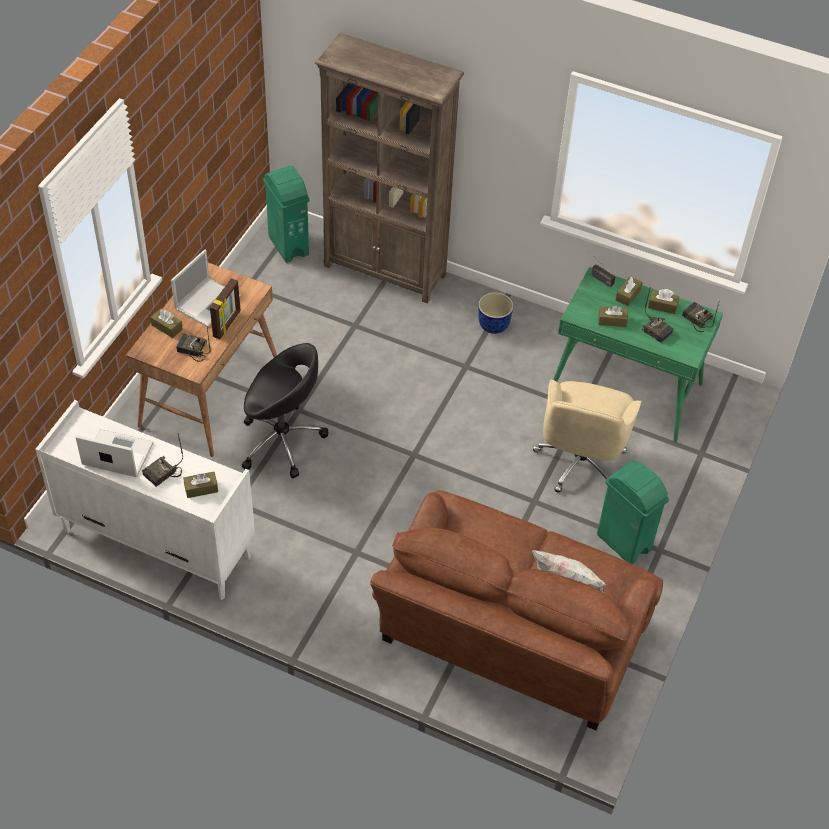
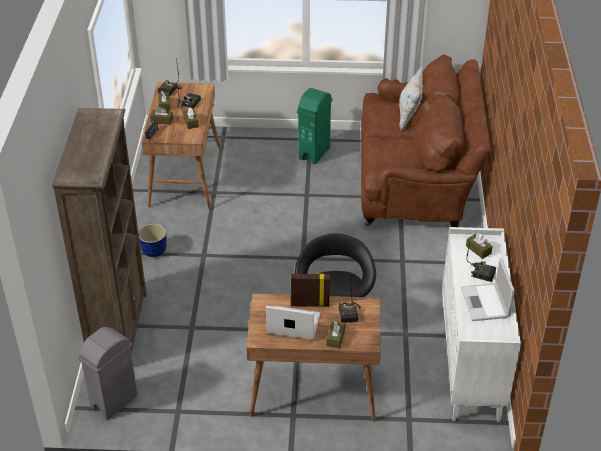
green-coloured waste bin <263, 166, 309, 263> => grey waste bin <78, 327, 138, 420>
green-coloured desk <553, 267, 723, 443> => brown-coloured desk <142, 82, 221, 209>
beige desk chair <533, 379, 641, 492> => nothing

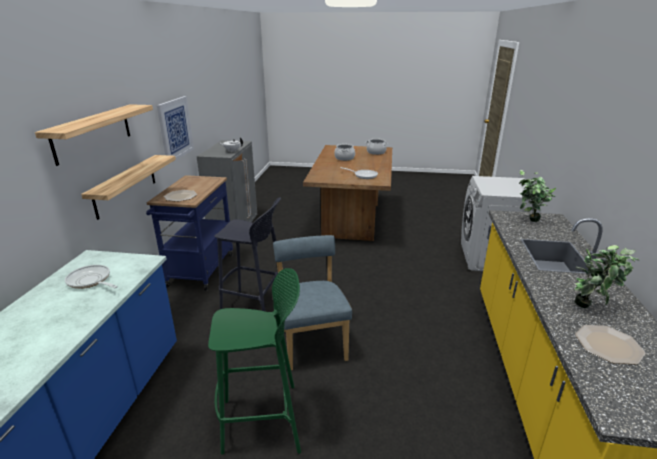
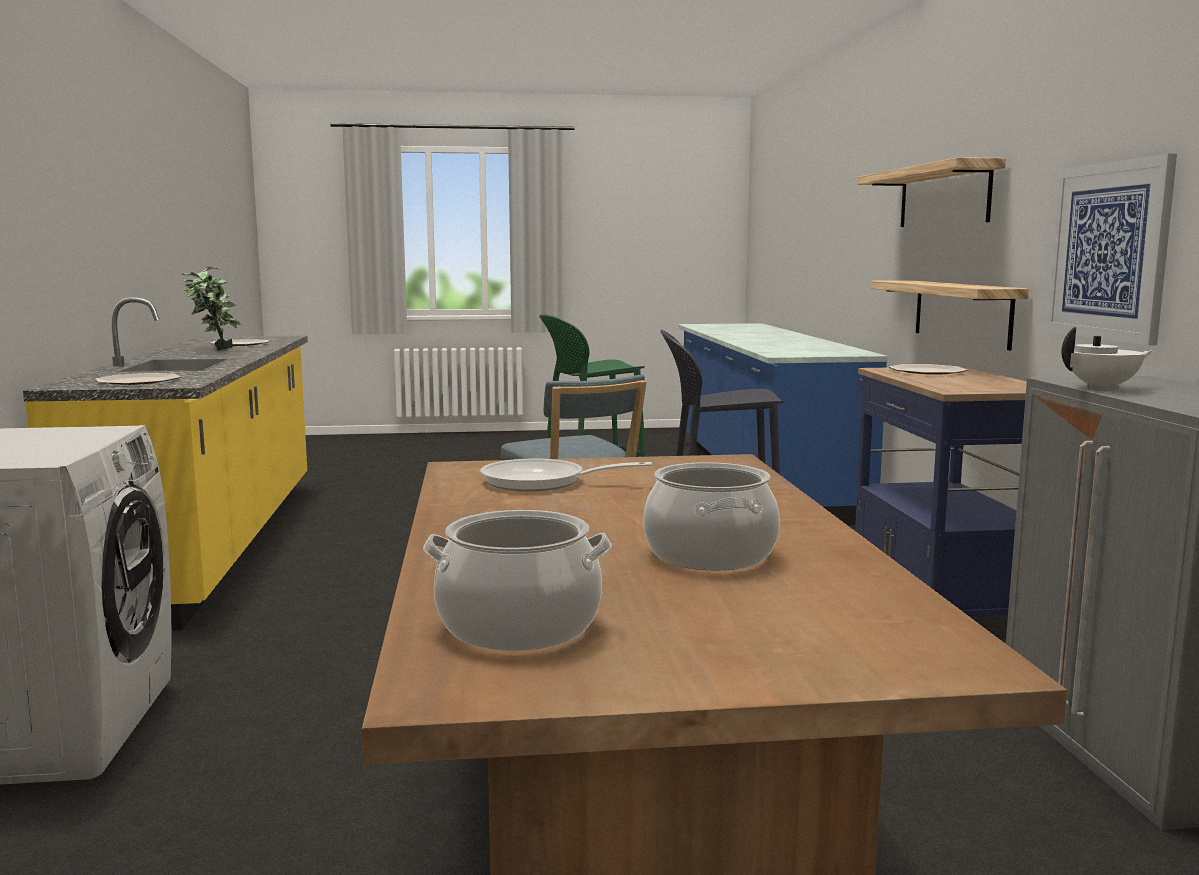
potted plant <519, 170, 556, 222> => plate <95, 373, 181, 385>
frying pan <65, 265, 118, 289> => nothing

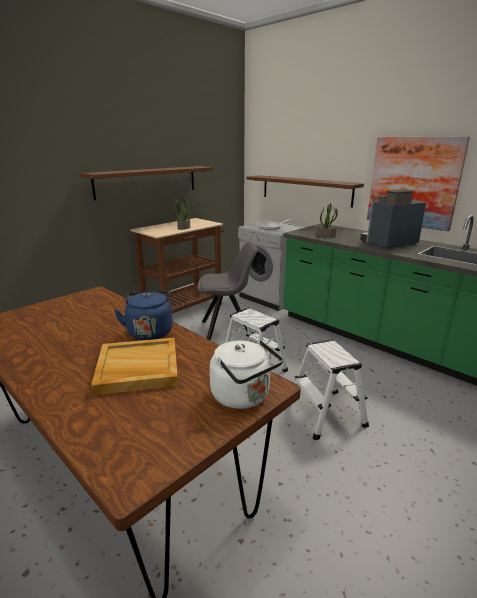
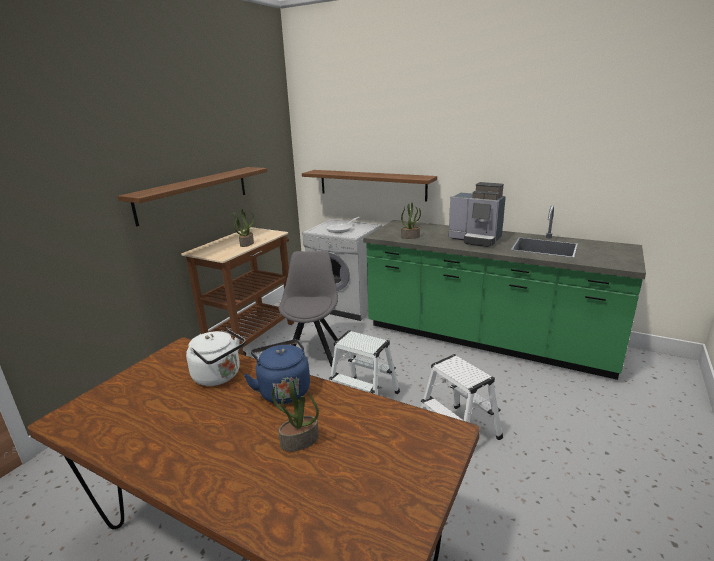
white-coloured tea kettle <210, 340, 283, 409> => white-coloured tea kettle <186, 329, 246, 386>, relocated
beige tray <91, 338, 178, 395> => potted plant <272, 381, 319, 452>
grey upright chair <197, 241, 258, 340> => grey upright chair <278, 251, 338, 367>, 60 degrees counterclockwise
coffee maker <360, 190, 426, 249> => coffee maker <449, 182, 506, 247>, 105 degrees counterclockwise
picture <367, 136, 470, 231> => nothing

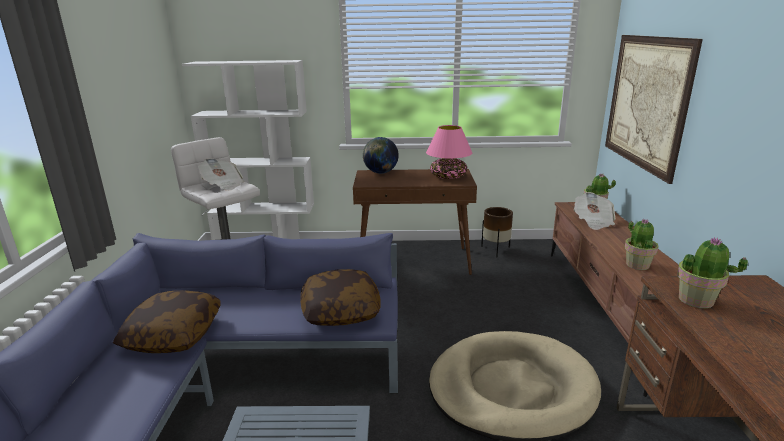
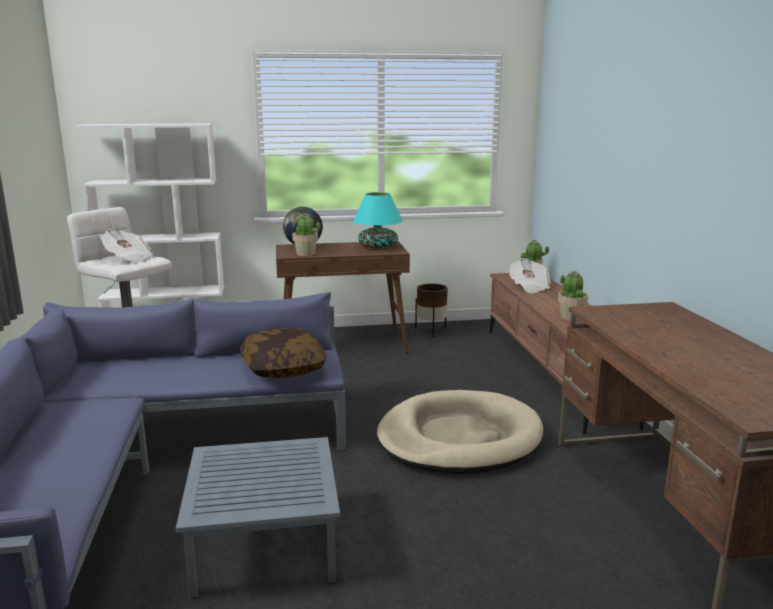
potted plant <677, 237, 748, 308> => potted plant <292, 213, 320, 256>, relocated
pink table lamp <426, 125, 472, 179> => turquoise table lamp <353, 192, 403, 249>
throw pillow <113, 290, 220, 353> => nothing
picture <605, 35, 703, 184> => nothing

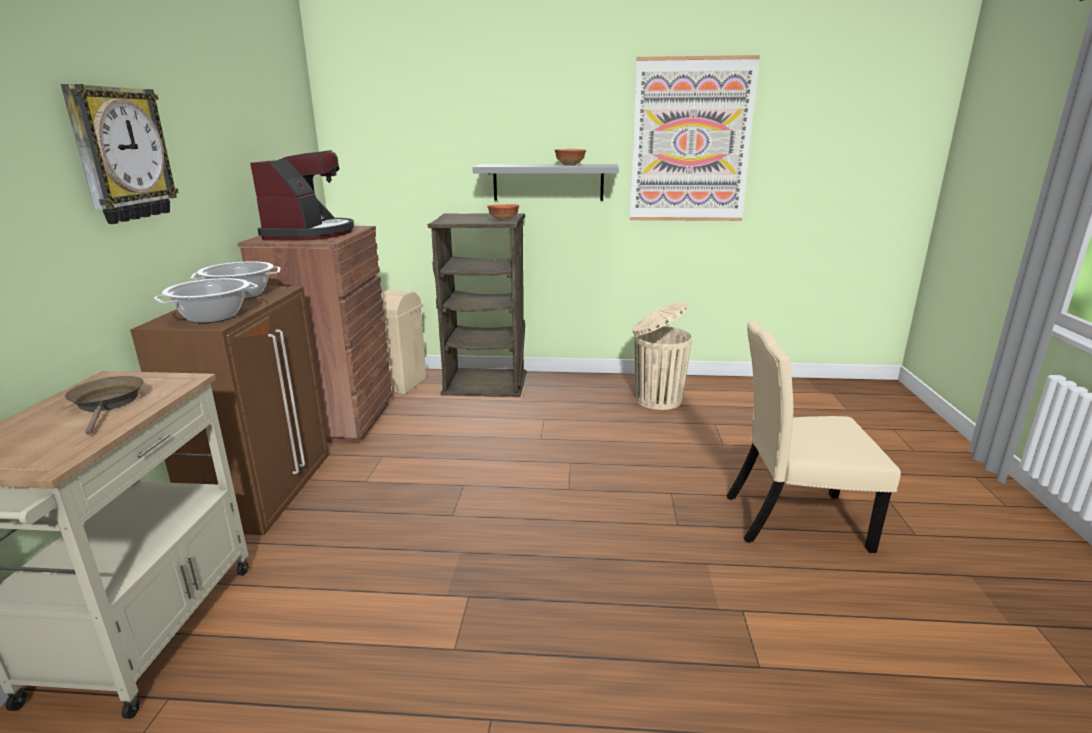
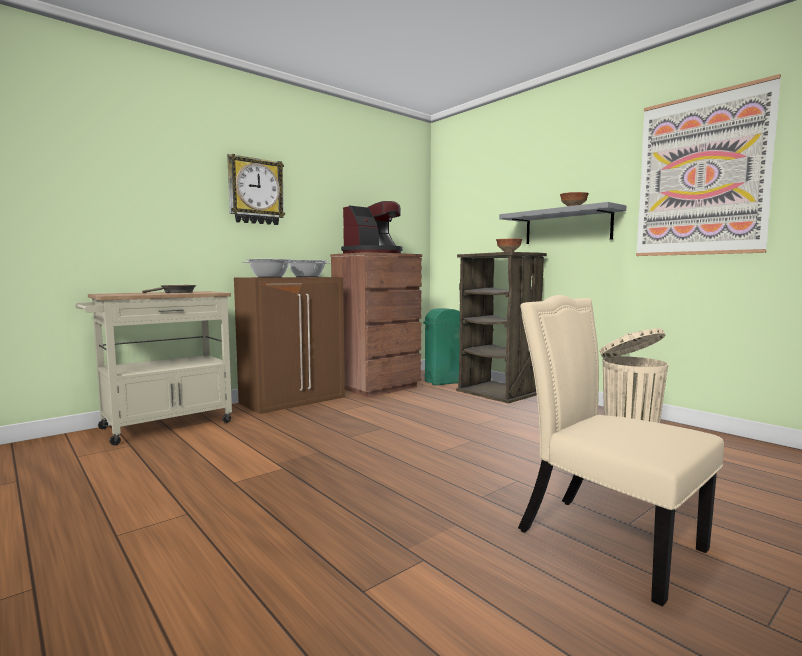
beige waste bin <380, 290, 427, 395> => green-coloured waste bin <423, 308, 460, 386>

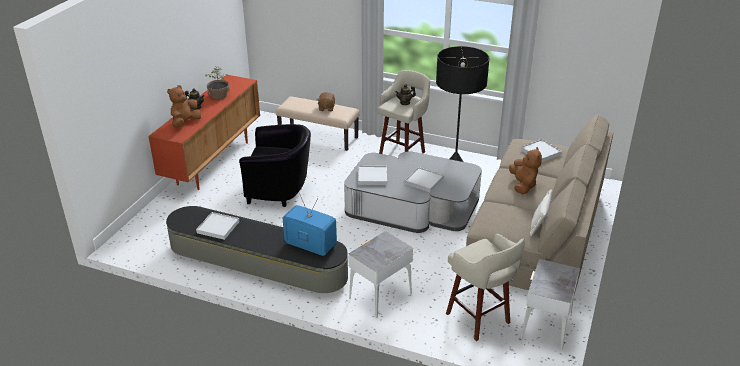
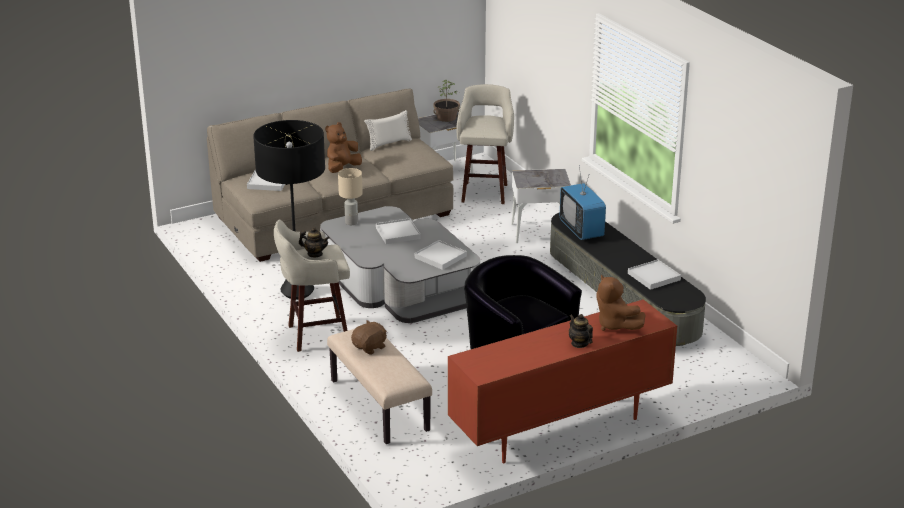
nothing => beige table lamp <338, 168, 363, 225>
potted plant <205, 66, 230, 99> => potted plant <433, 80, 460, 122>, relocated
brown-coloured cuddly toy <167, 85, 201, 128> => brown-coloured cuddly toy <596, 275, 646, 331>, 75 degrees clockwise

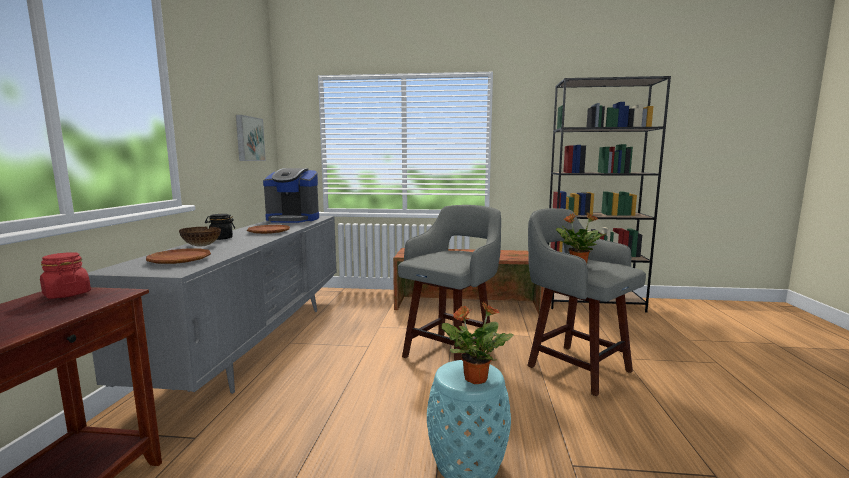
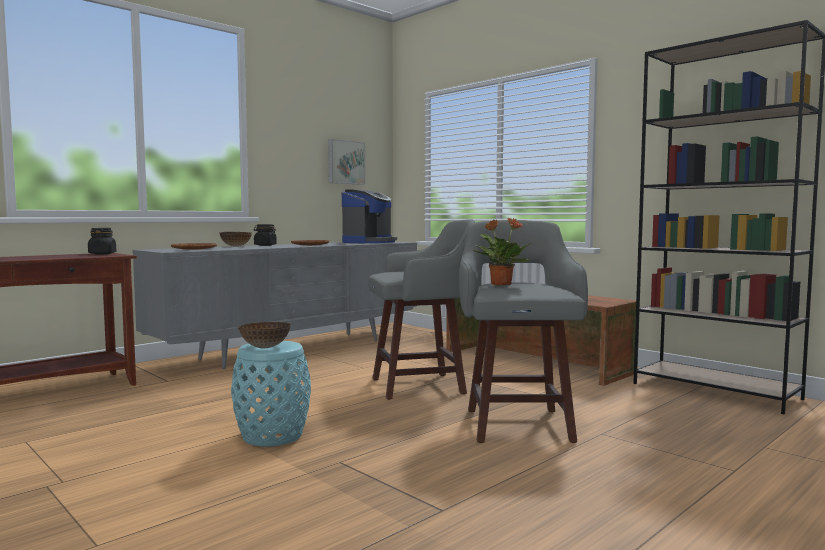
red-coloured storage jar <40, 252, 91, 299> => blackish storage jar <88, 228, 116, 254>
potted plant <442, 303, 514, 384> => deep dish <238, 322, 290, 348>
coffee maker <263, 168, 319, 223> => coffee maker <342, 189, 397, 243>, 105 degrees counterclockwise

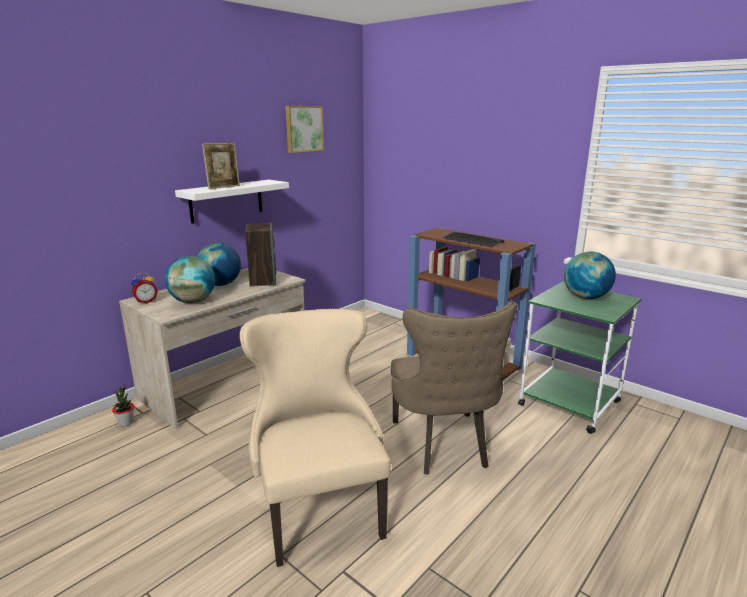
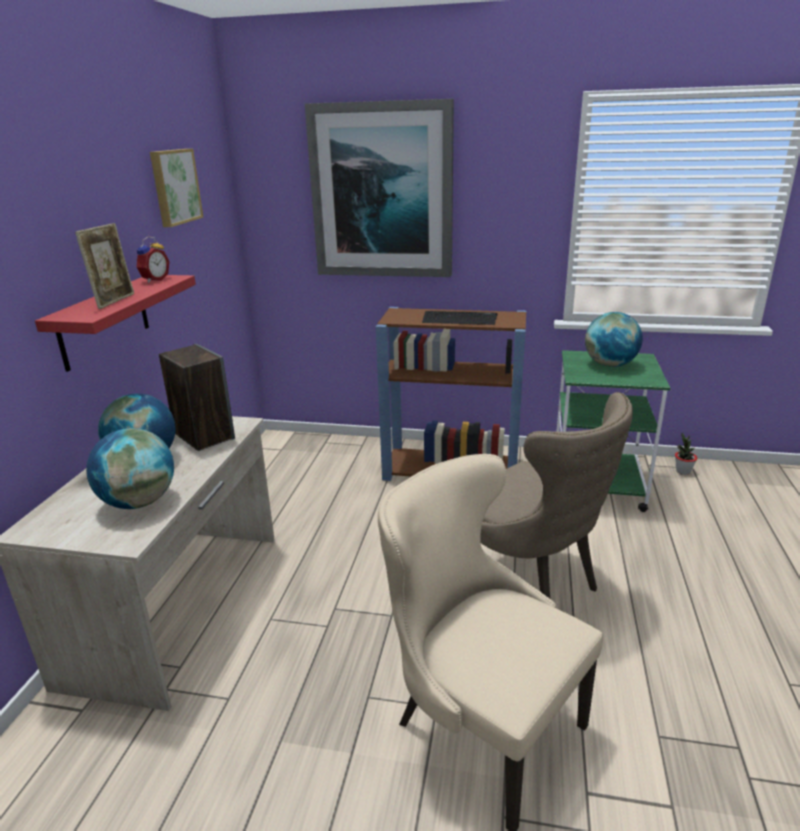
white-coloured wall shelf <175, 180, 289, 224> => red-coloured wall shelf <35, 275, 196, 372>
alarm clock <131, 272, 158, 304> => alarm clock <136, 236, 169, 283>, relocated
nothing => picture <305, 99, 454, 277>
potted plant <112, 384, 134, 426> => potted plant <675, 433, 697, 475>, relocated

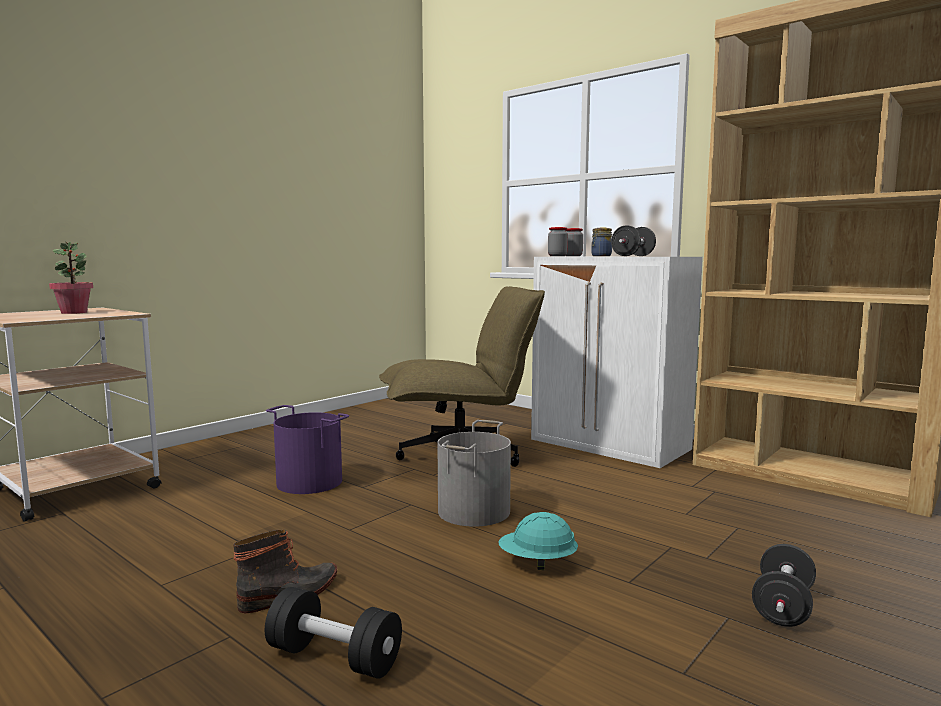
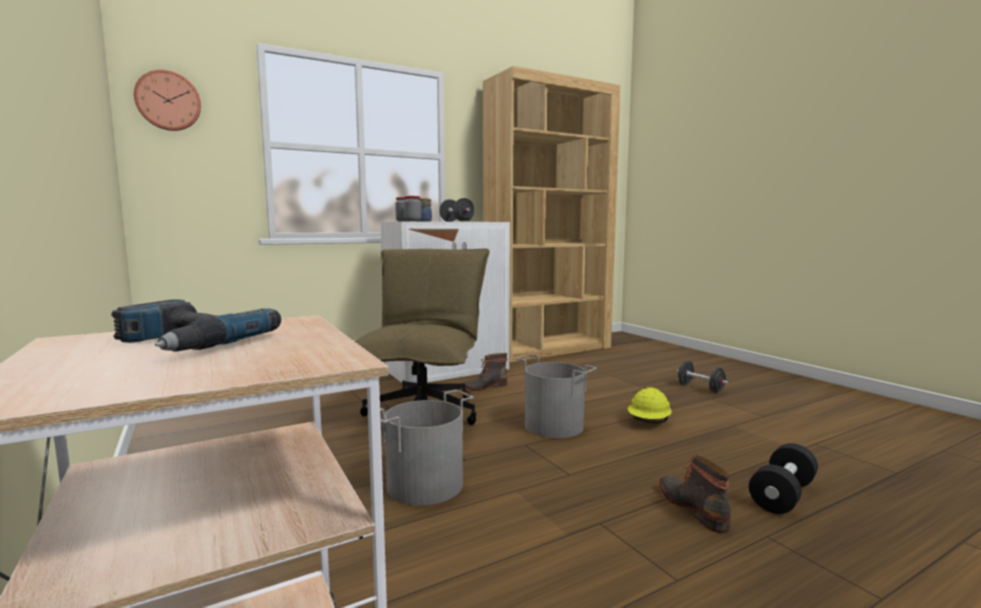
potted plant <49, 242, 93, 314> => electric drill <111, 299, 281, 352>
nothing => clock on the wall <134, 70, 201, 131>
purple pail <266, 405, 349, 494> => grey pail <380, 390, 474, 505>
nothing => boot <464, 353, 507, 391>
turquoise work helmet <498, 512, 578, 570> => yellowish work helmet <627, 387, 672, 423>

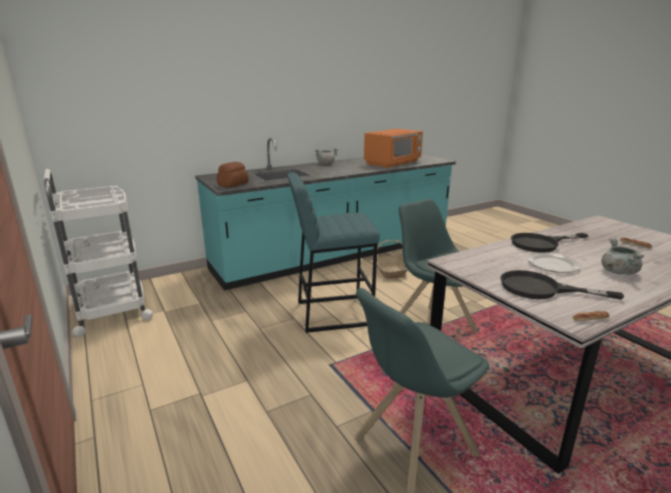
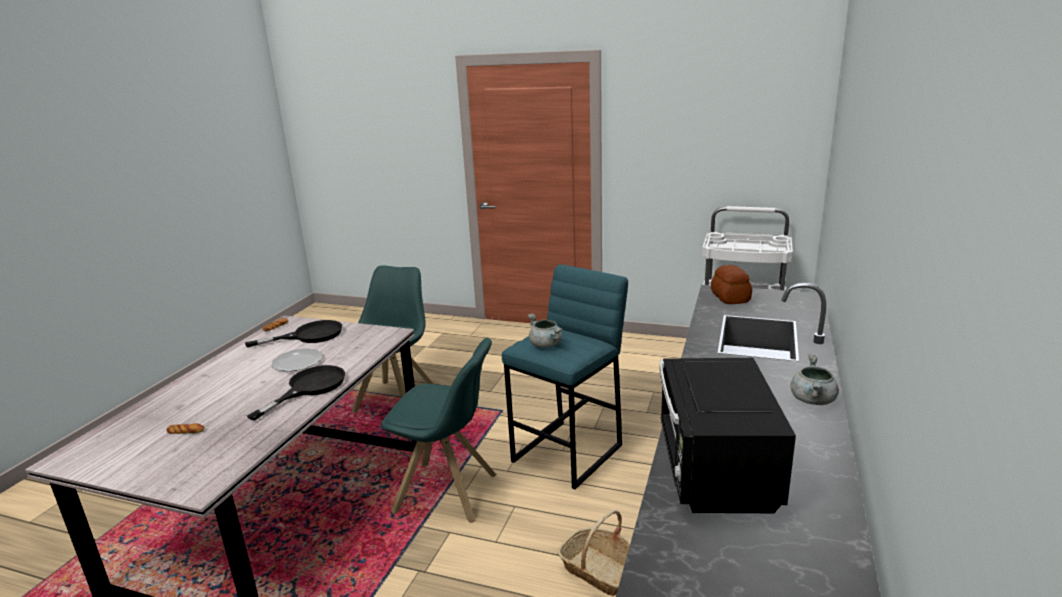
grey stockpot <601, 238, 644, 275> => grey stockpot <528, 314, 563, 348>, relocated
orange microwave oven <364, 129, 423, 168> => blackish microwave oven <660, 358, 796, 514>

